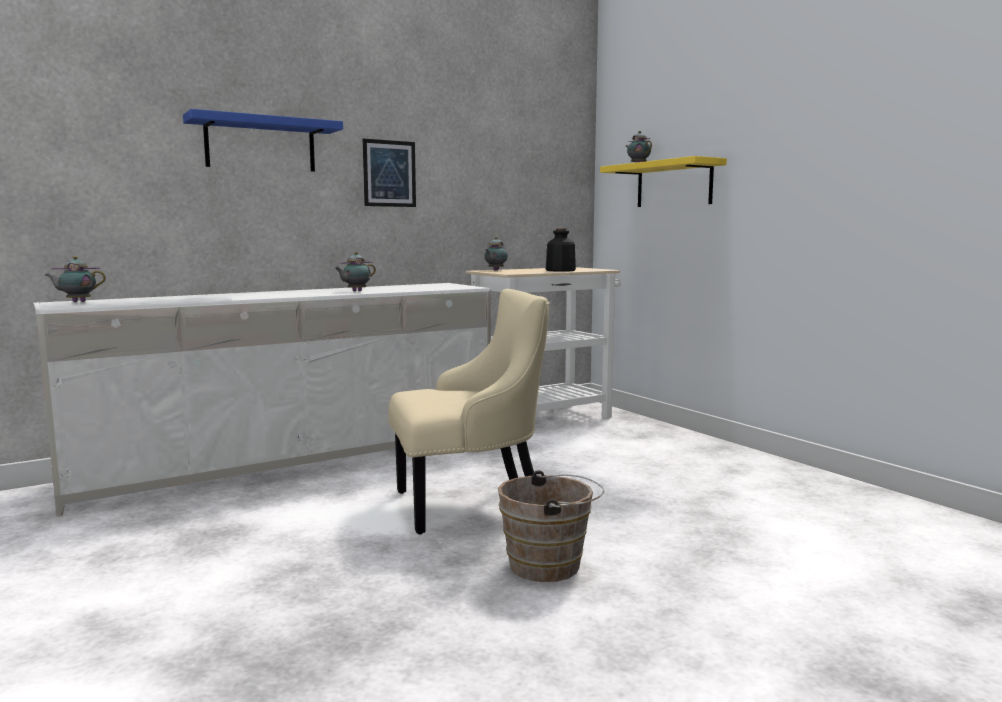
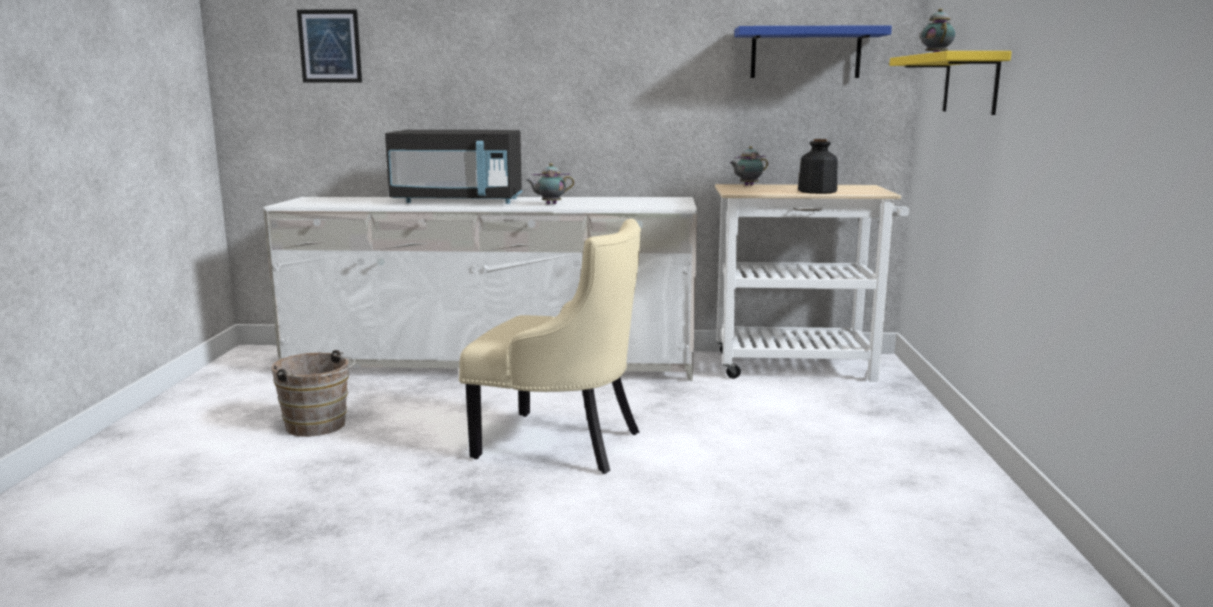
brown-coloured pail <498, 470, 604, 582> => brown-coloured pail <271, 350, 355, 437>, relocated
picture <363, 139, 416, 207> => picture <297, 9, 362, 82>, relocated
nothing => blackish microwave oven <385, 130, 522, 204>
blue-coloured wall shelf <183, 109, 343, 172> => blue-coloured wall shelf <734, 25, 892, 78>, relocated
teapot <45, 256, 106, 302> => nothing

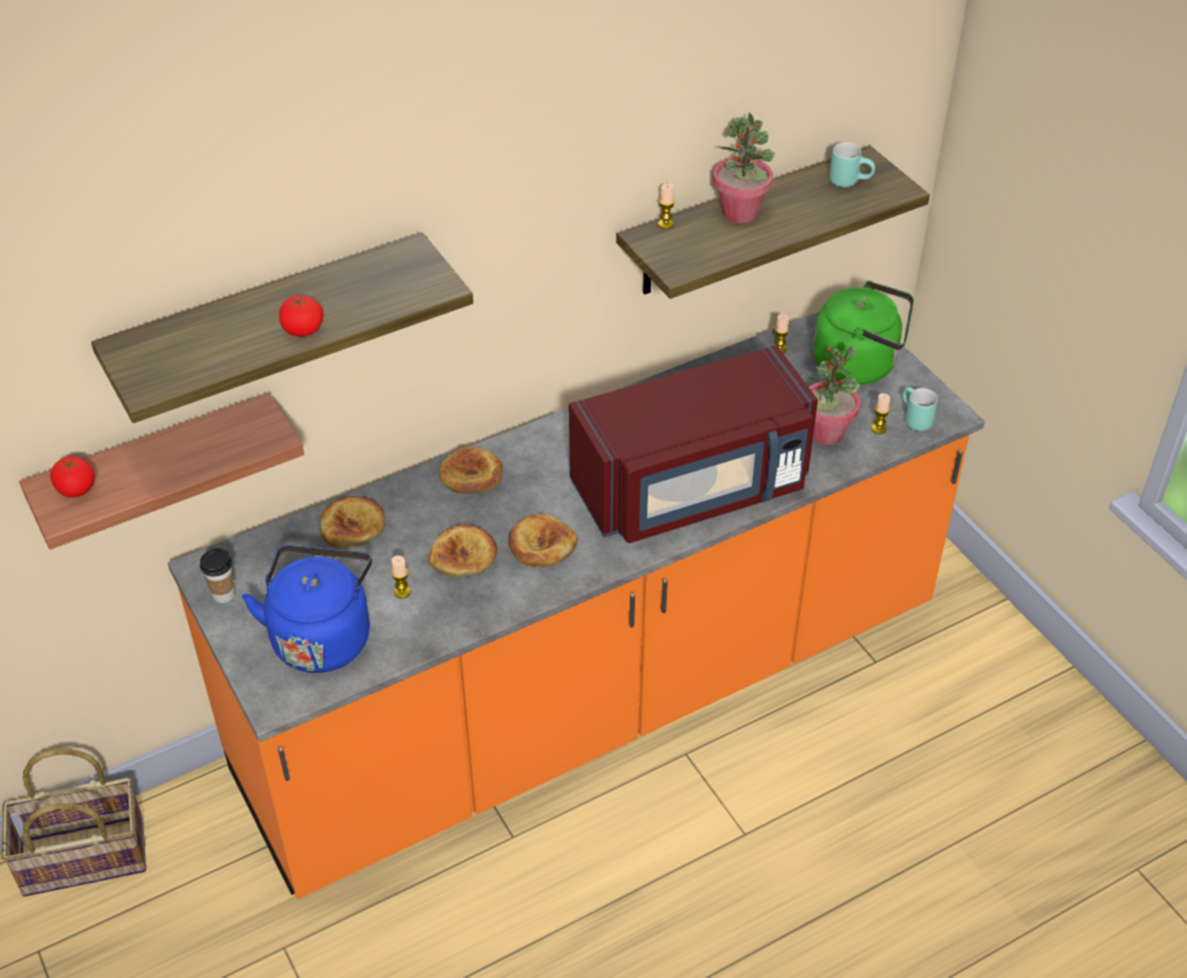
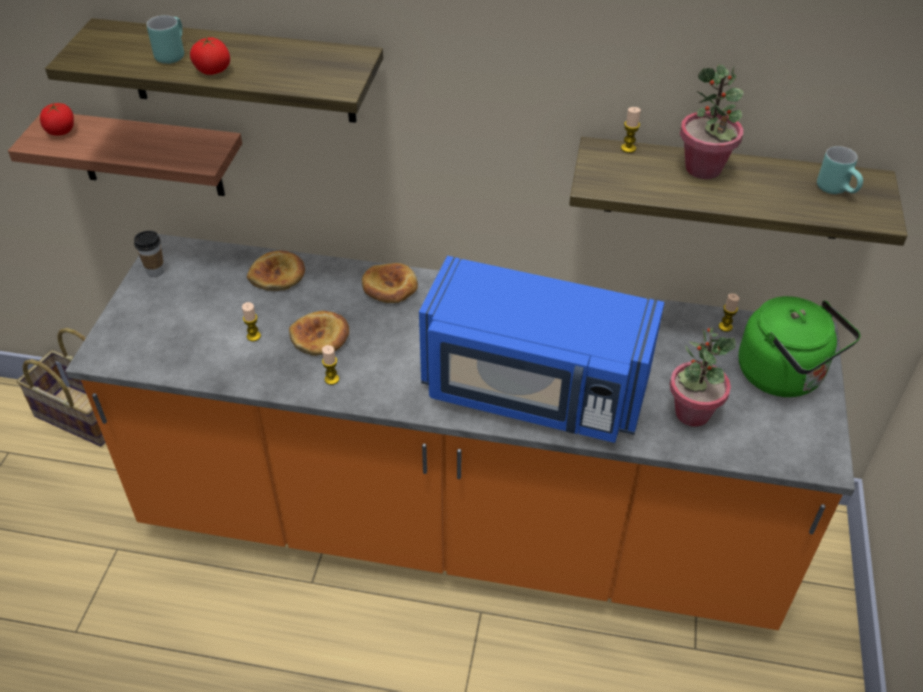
turquoise mug <903, 387, 938, 431> => turquoise mug <147, 15, 184, 64>, relocated
wax candle <872, 393, 890, 434> => wax candle <322, 345, 339, 385>, relocated
red-coloured microwave oven <569, 345, 818, 543> => blue-coloured microwave oven <419, 256, 664, 443>
blue-coloured tea kettle <242, 545, 372, 673> => nothing
bread <508, 514, 578, 567> => nothing

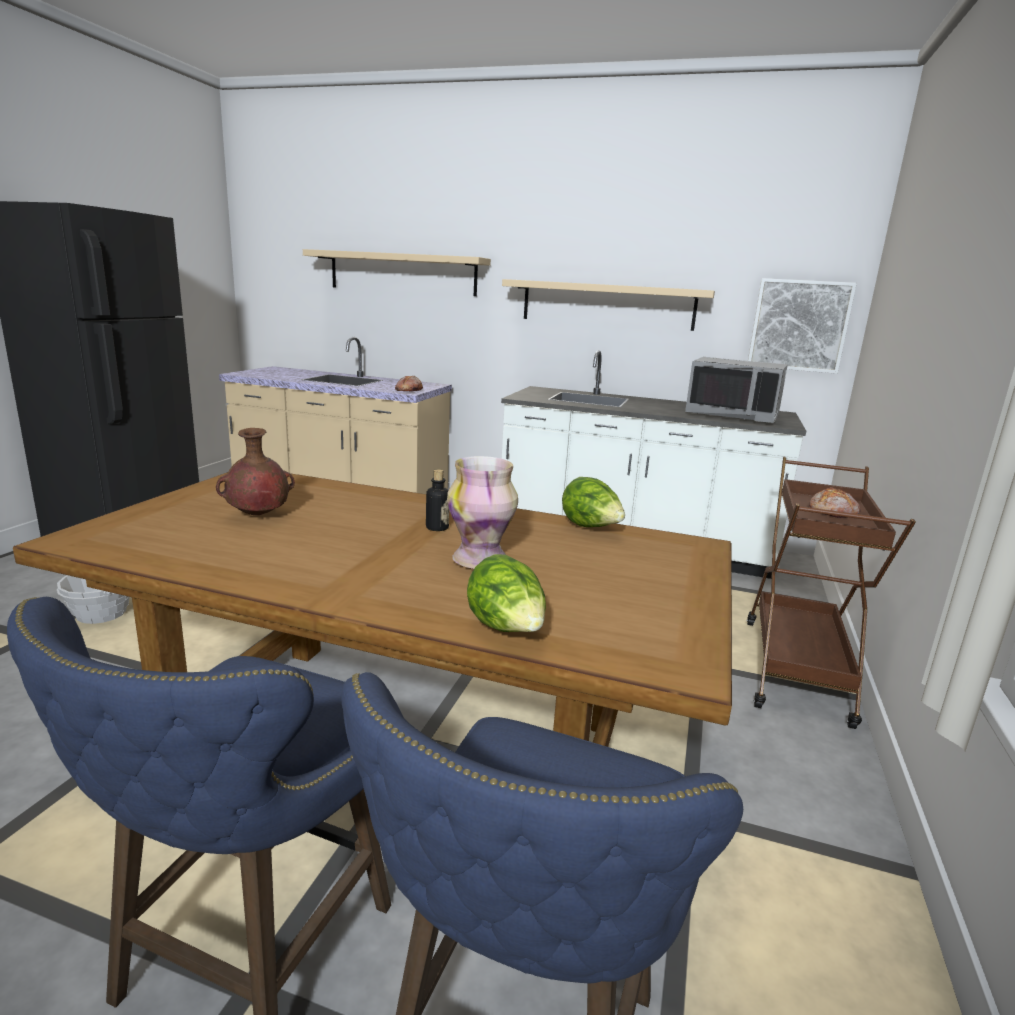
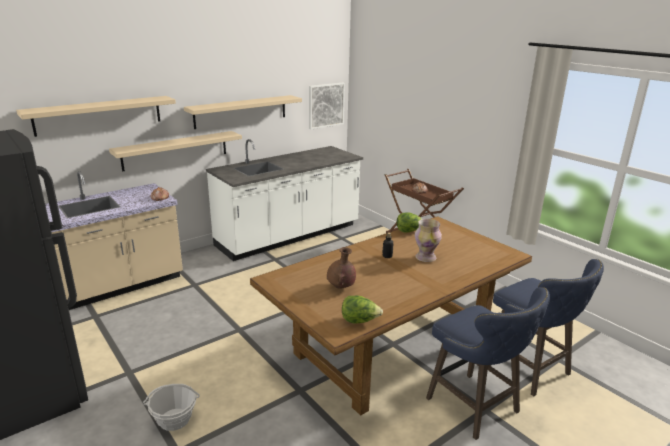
nothing => beige wall shelf <109, 131, 242, 171>
lettuce head <467, 554, 546, 632> => lettuce head <342, 295, 383, 324>, relocated
grey microwave oven <685, 357, 788, 423> => nothing

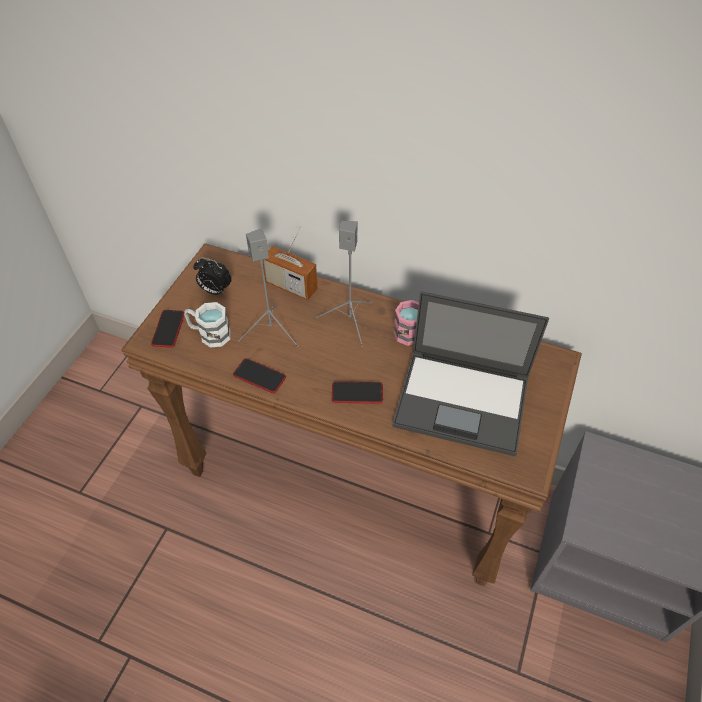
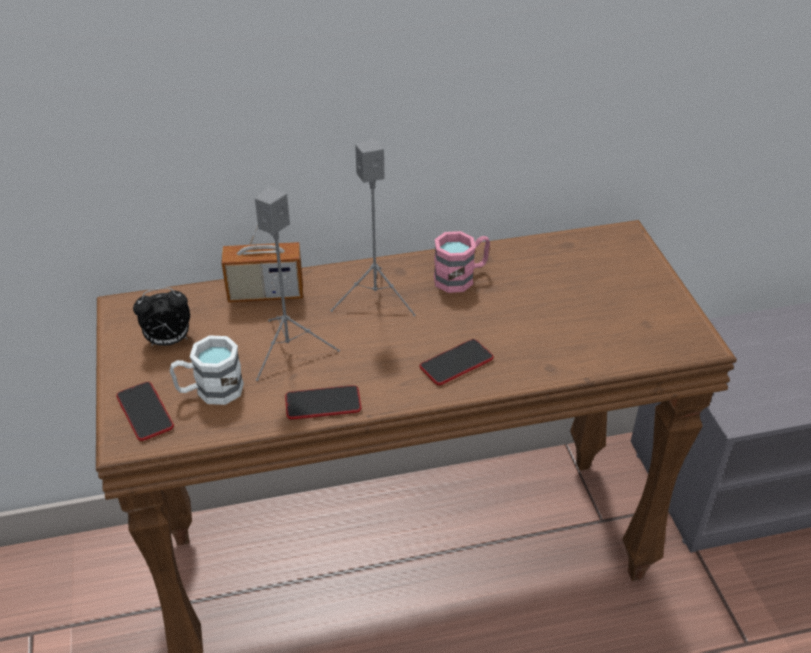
laptop <392, 291, 549, 456> => nothing

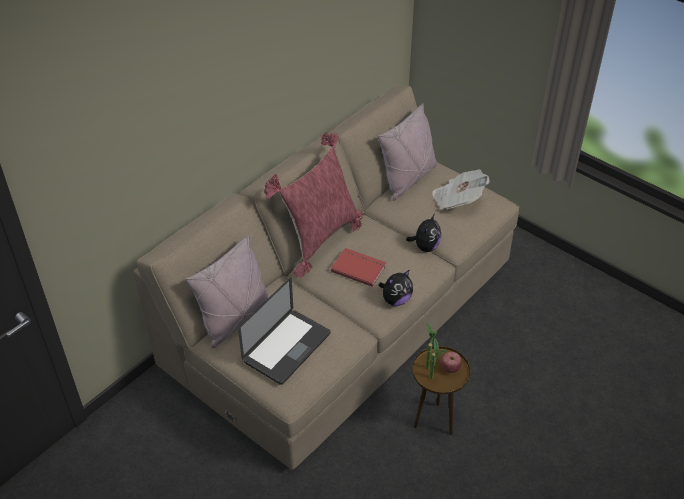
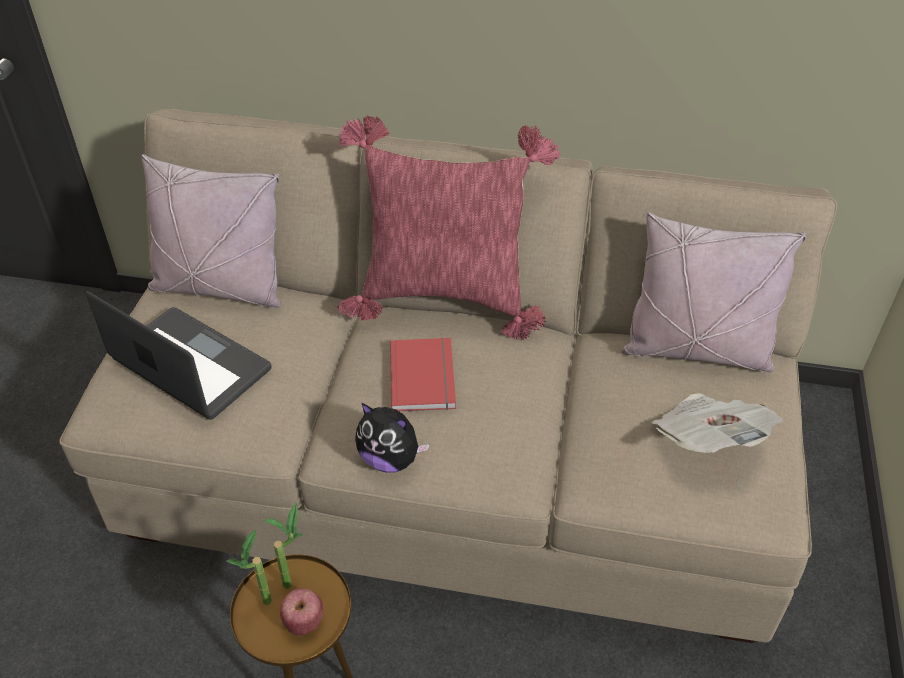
laptop <238, 278, 330, 385> => laptop <86, 291, 272, 420>, 150 degrees counterclockwise
cuddly toy <406, 213, 441, 252> => nothing

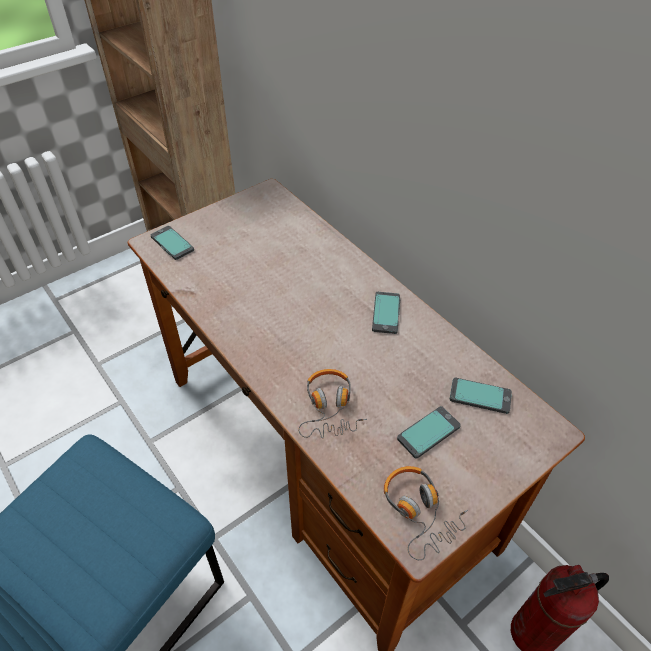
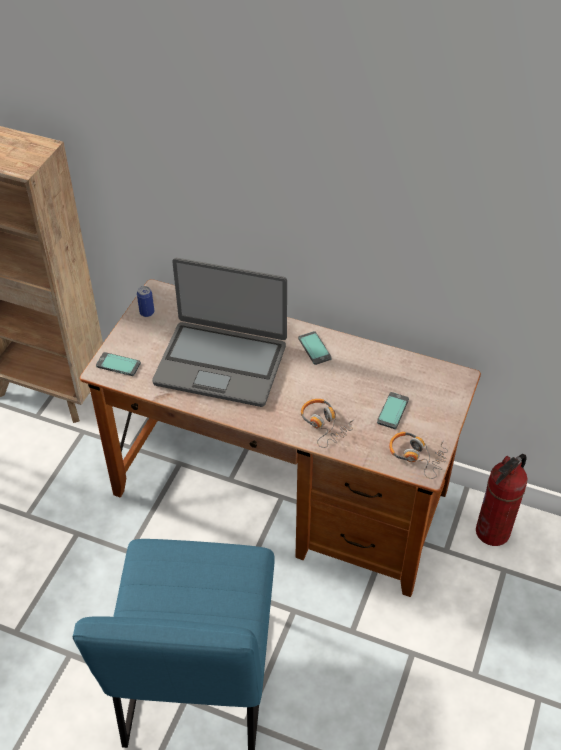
nothing => sealed can <137, 286, 154, 317>
nothing => laptop <152, 258, 287, 407>
handset <450, 378, 512, 414> => nothing

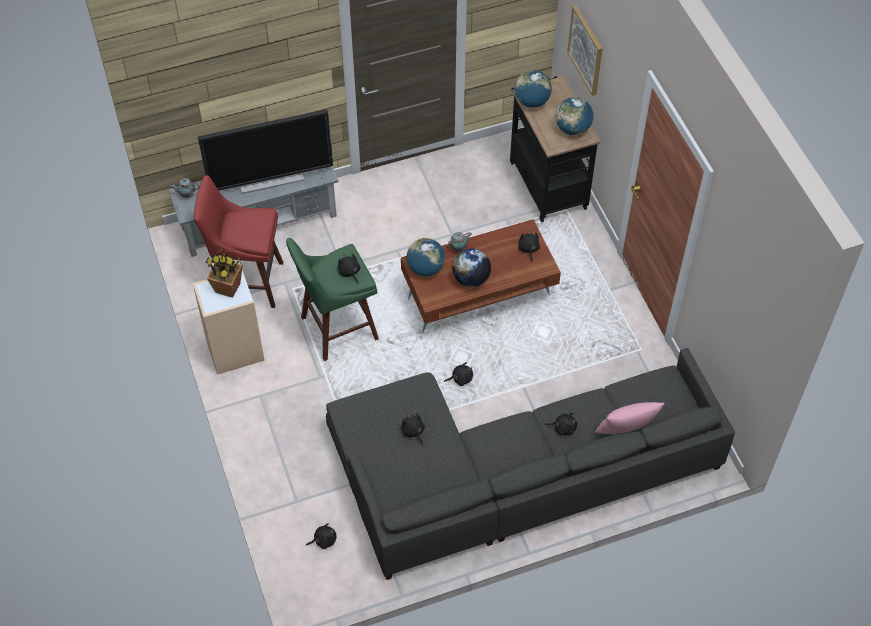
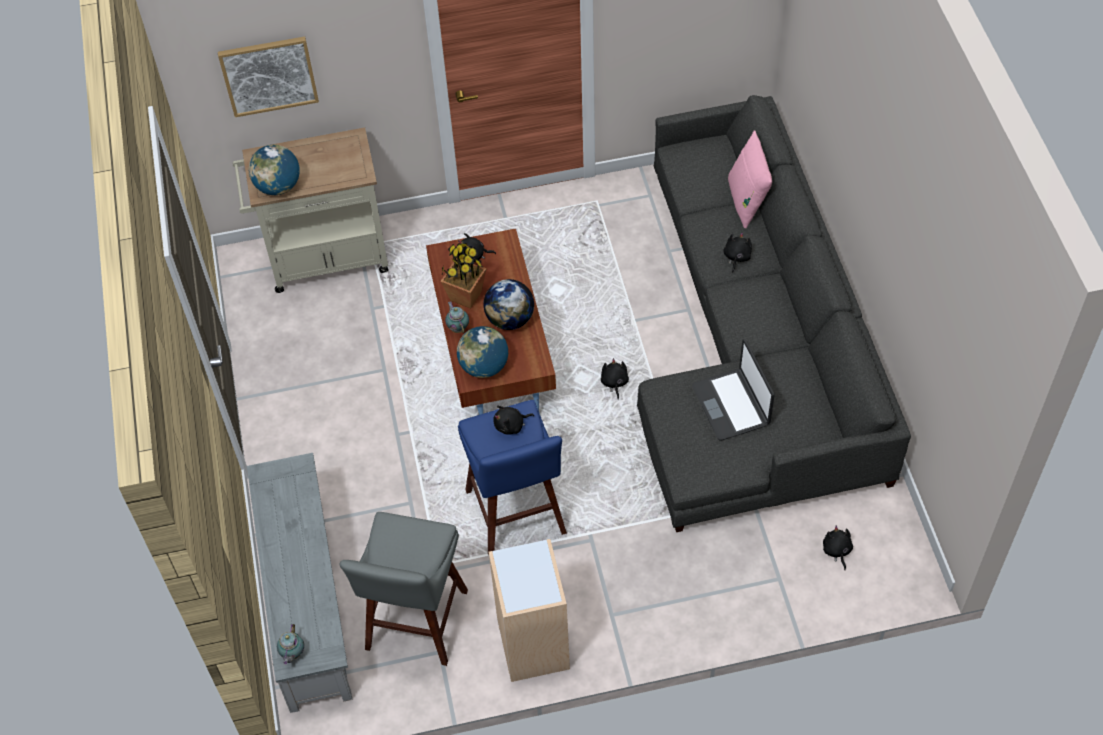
blackish wheeled cart <510, 76, 601, 222> => beige wheeled cart <233, 127, 388, 293>
red-coloured stool seat <194, 175, 283, 308> => grey stool seat <340, 512, 468, 666>
potted plant <206, 246, 243, 298> => potted plant <440, 243, 486, 308>, relocated
green-coloured stool seat <286, 238, 379, 361> => blue-coloured stool seat <458, 400, 567, 555>
blackish cuddly toy <401, 413, 425, 445> => laptop <692, 339, 774, 440>
TV <198, 110, 333, 194> => nothing
globe <556, 97, 593, 135> => nothing

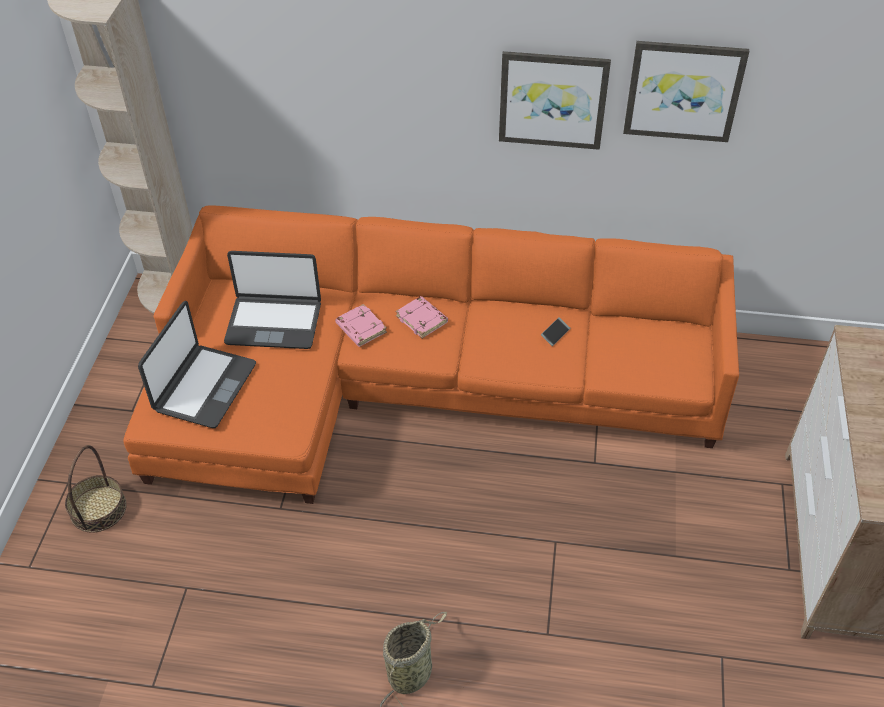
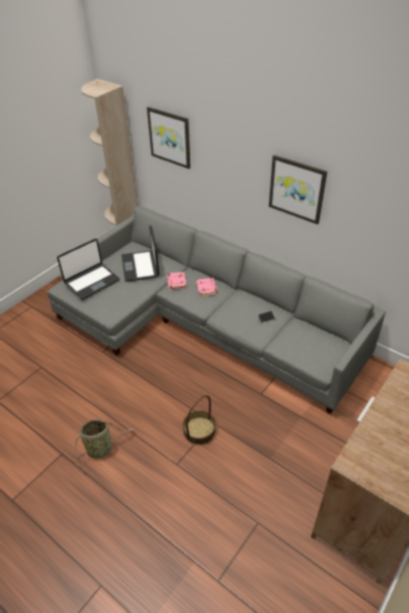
orange sofa <123, 205, 739, 504> => grey sofa <47, 206, 386, 414>
laptop <224, 251, 321, 349> => laptop <122, 225, 159, 282>, 45 degrees clockwise
picture <623, 41, 749, 142> => picture <147, 107, 191, 169>, relocated
basket <65, 445, 127, 533> => basket <183, 395, 216, 445>, relocated

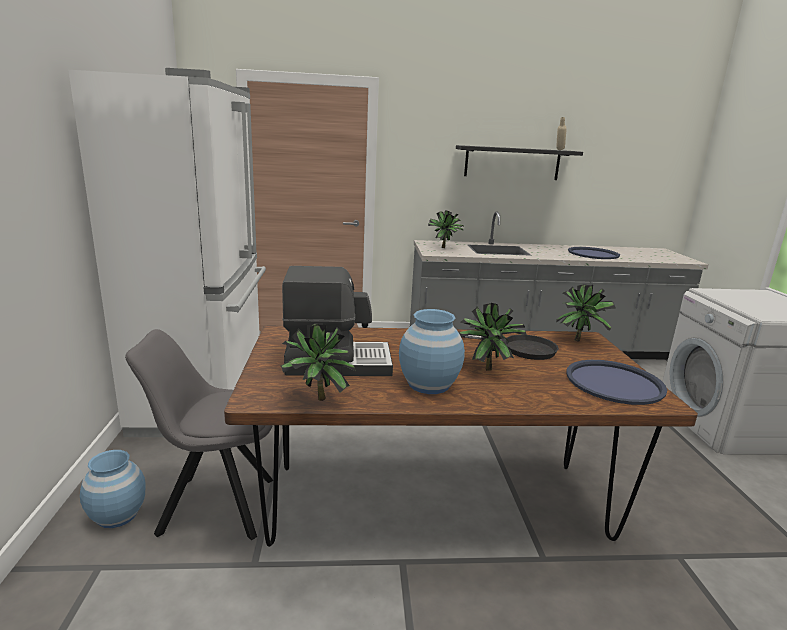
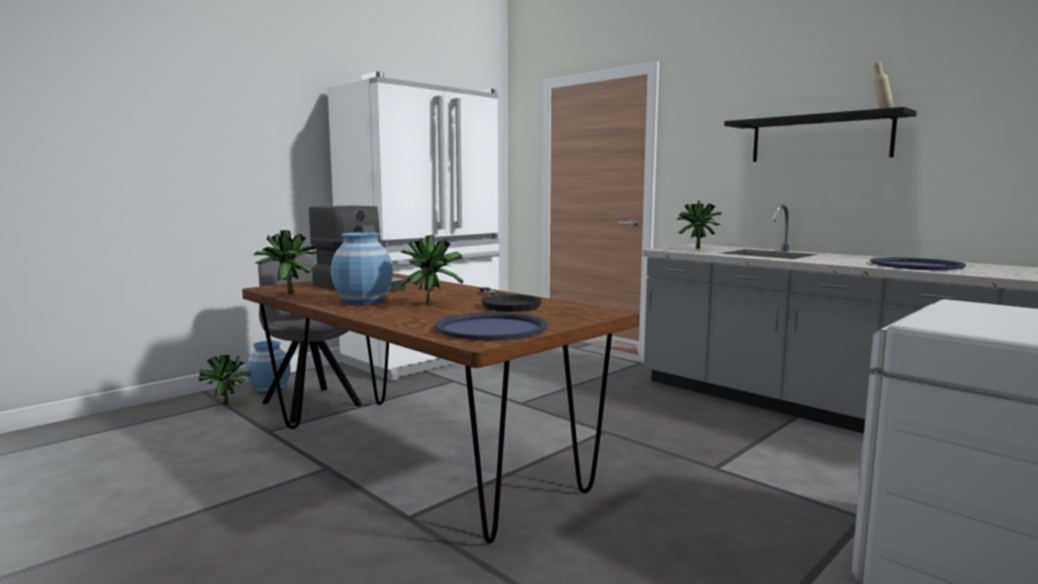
potted plant <556, 284, 616, 342> => potted plant <199, 355, 251, 405>, relocated

